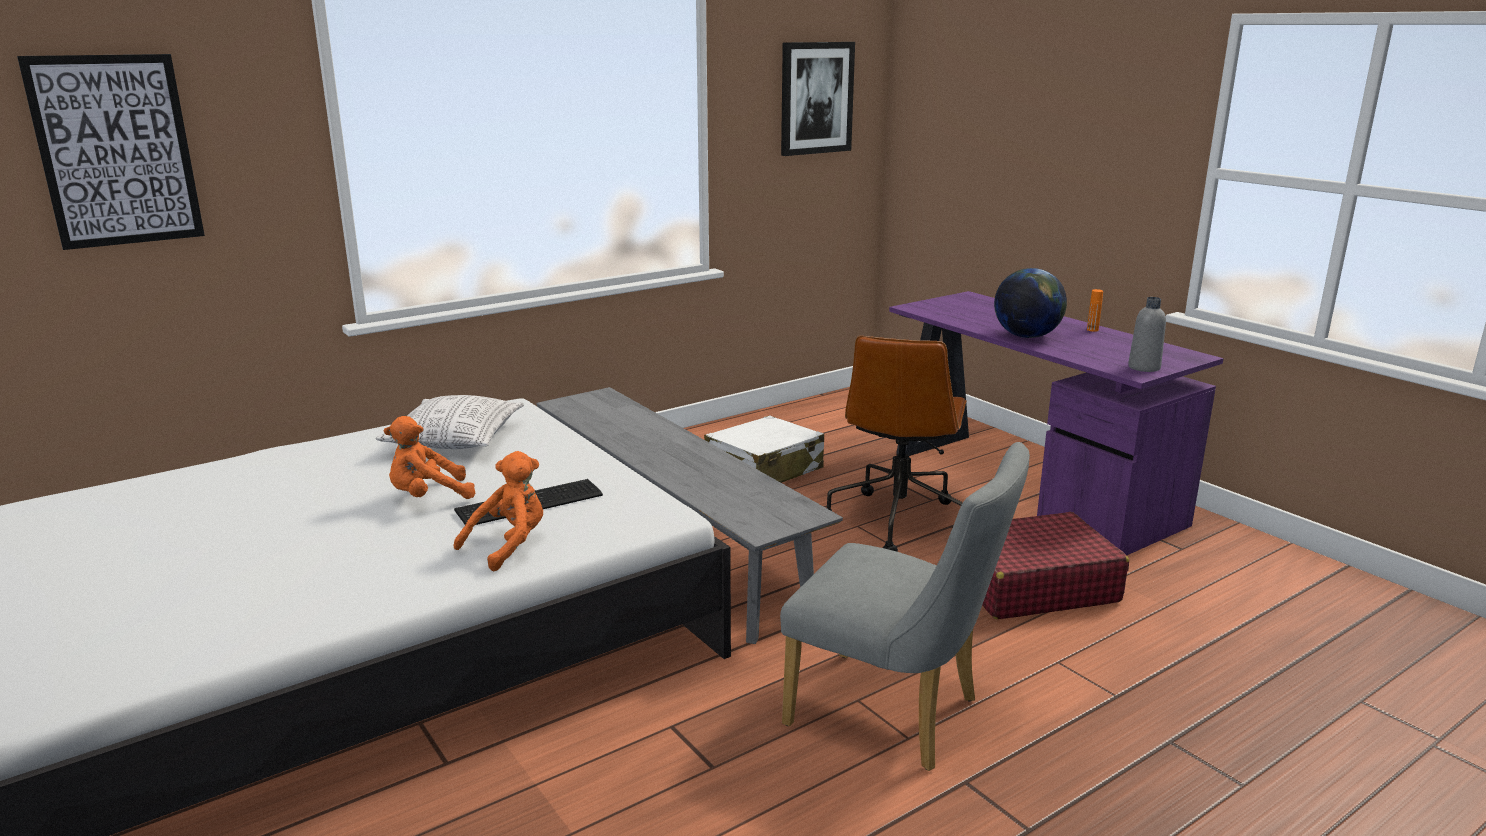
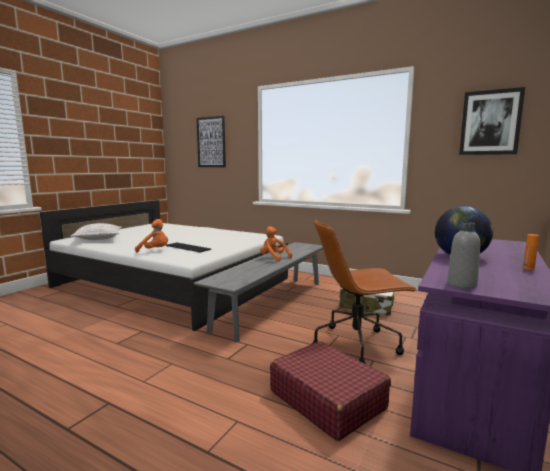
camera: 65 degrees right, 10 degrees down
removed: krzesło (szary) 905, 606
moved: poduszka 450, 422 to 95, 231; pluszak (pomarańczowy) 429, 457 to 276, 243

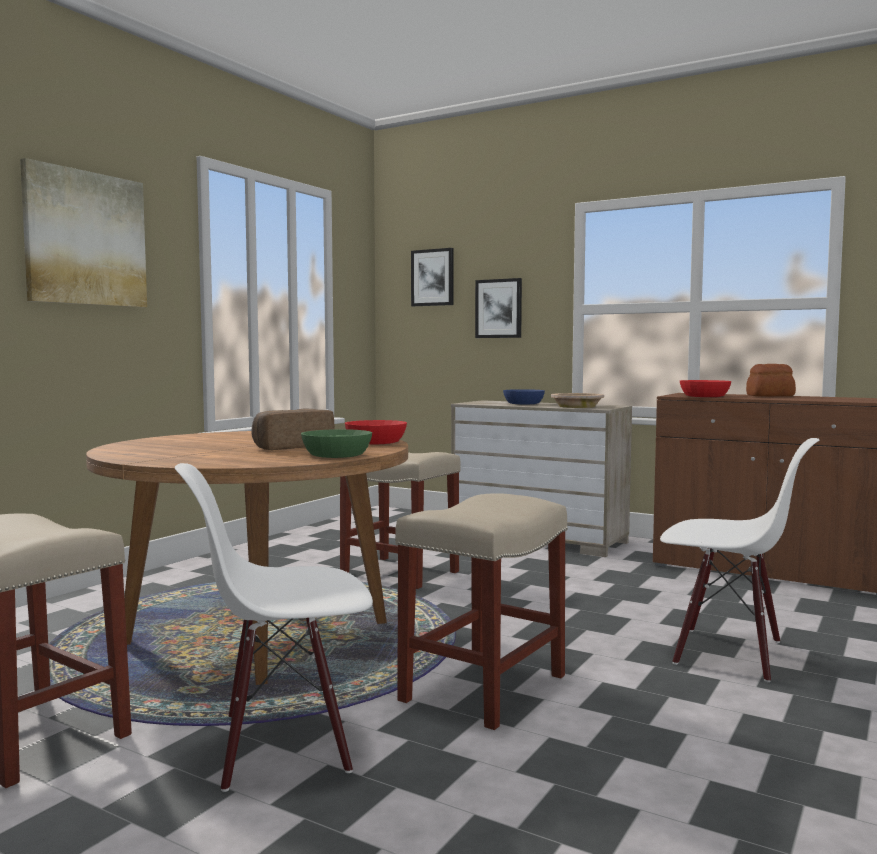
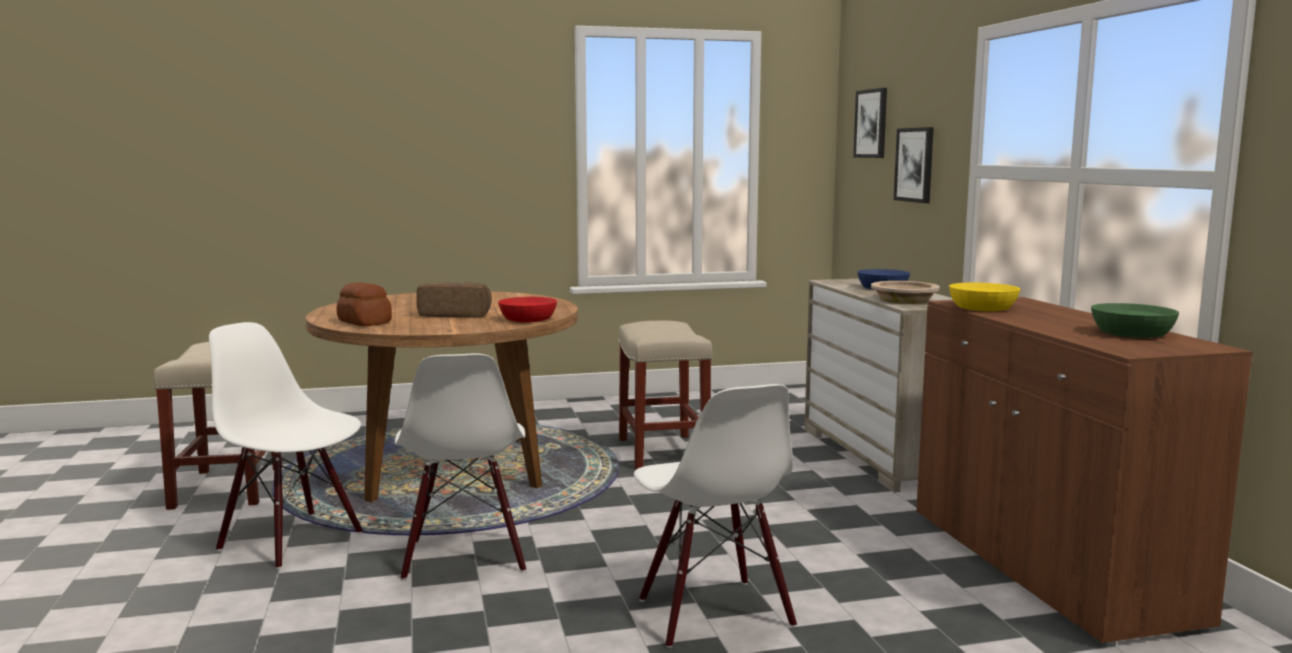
camera: 45 degrees right, 5 degrees up
removed: obraz 83, 232
moved: miska (zielony) 336, 443 to 1135, 320; chleb 771, 380 to 364, 304
replaced: stołek (beżowy) 481, 611 to krzesło (biały) 460, 467
recoloured: miska (czerwony) 705, 388 to miska (żółty) 984, 297

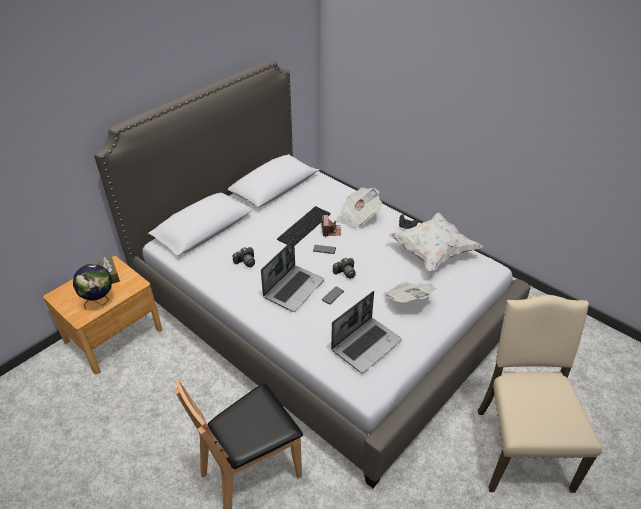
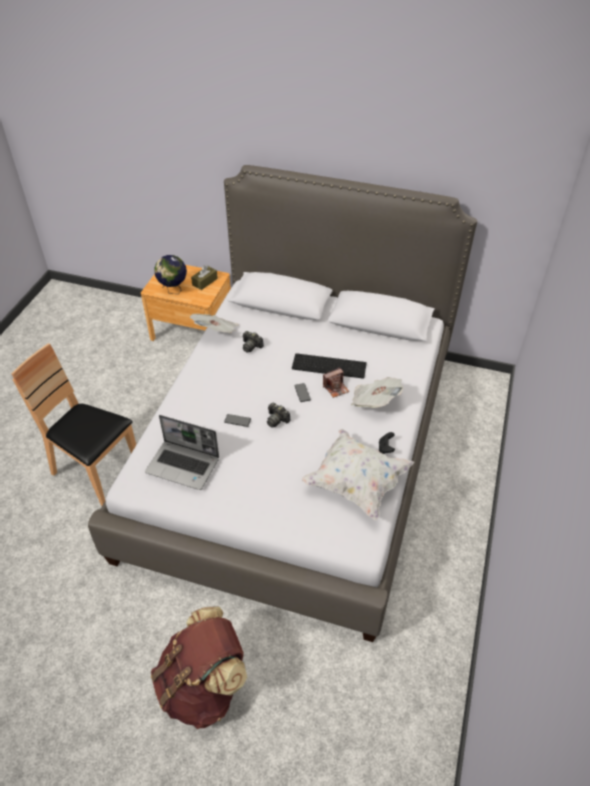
camera: 65 degrees right, 5 degrees up
removed: laptop 292, 275
moved: gazeta 410, 292 to 214, 323
replaced: krzesło (beżowy) 540, 394 to plecak (brązowy) 199, 667

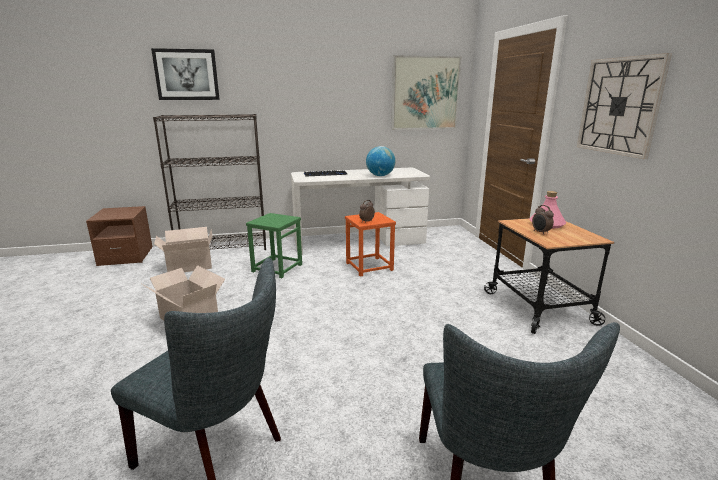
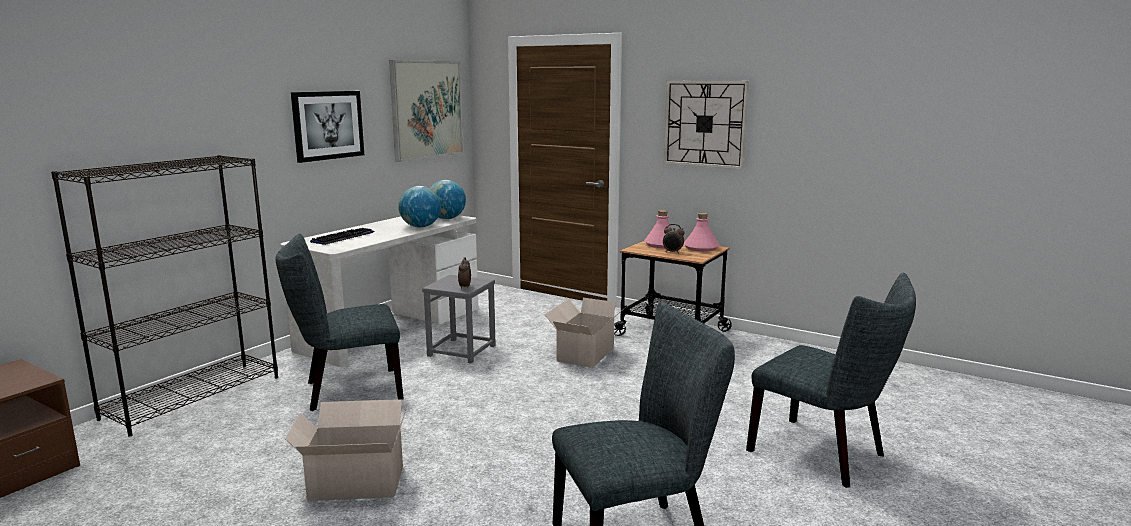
camera: 45 degrees left, 5 degrees down
added: globus 448, 199; butelka (różowy) 702, 232
moved: obraz 185, 74 to 327, 127; karton 183, 249 to 586, 333
replaced: stołek (zielony) 274, 245 to krzesło (szary) 339, 322
recoloured: stołek (pomarańczowy) 370, 244 to stołek (szary) 459, 319

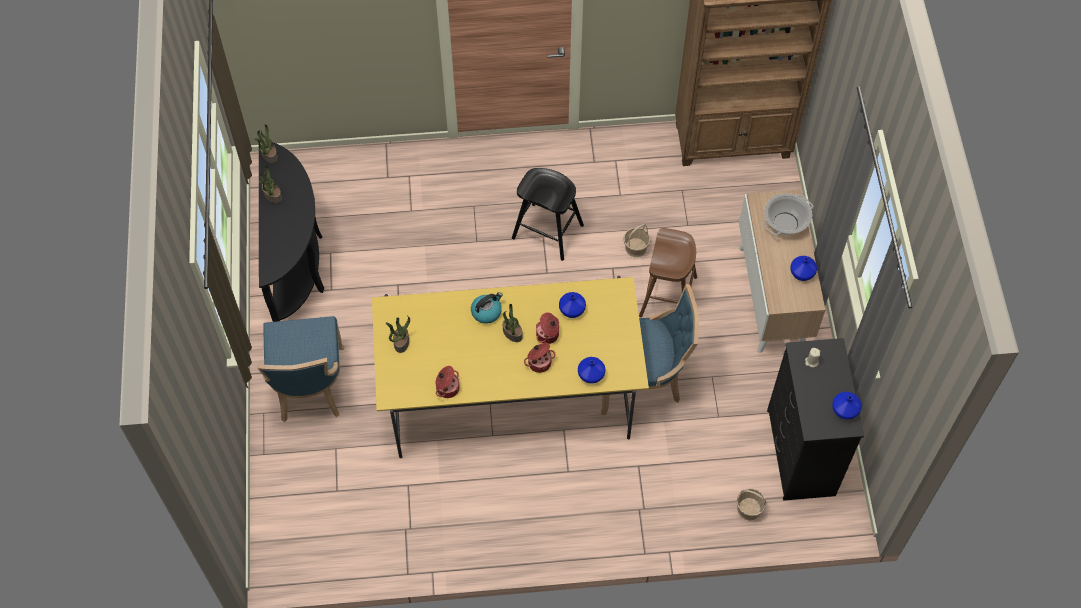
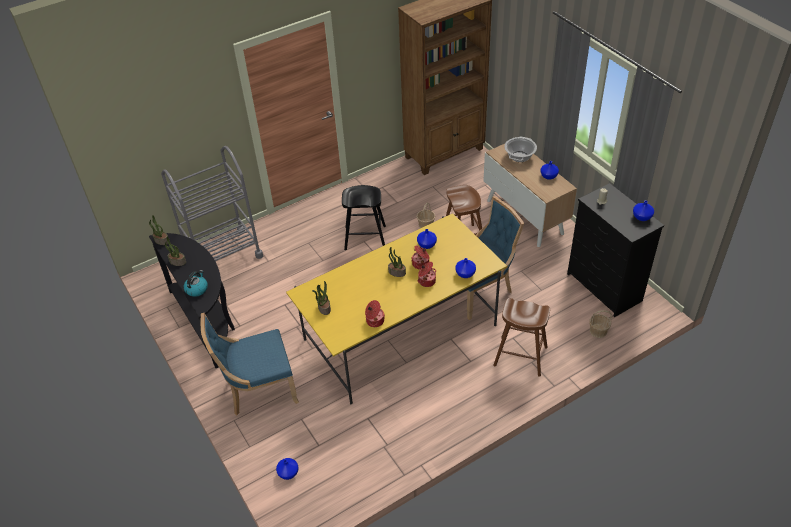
camera: 25 degrees left, 15 degrees down
added: wózek (szary) 212, 203; wazon (niebieski) 287, 469; stołek (brązowy) 521, 337
moved: czajnik 487, 308 to 196, 283
turned: krzesło (niebieski) 300, 369 = 250, 364 105 degrees clockwise

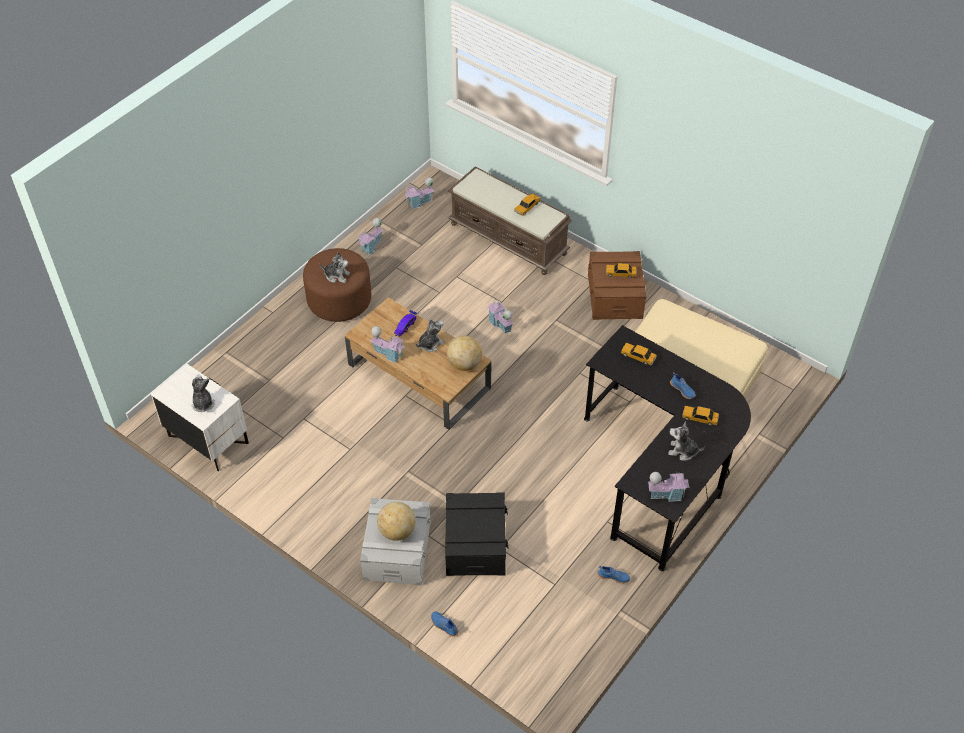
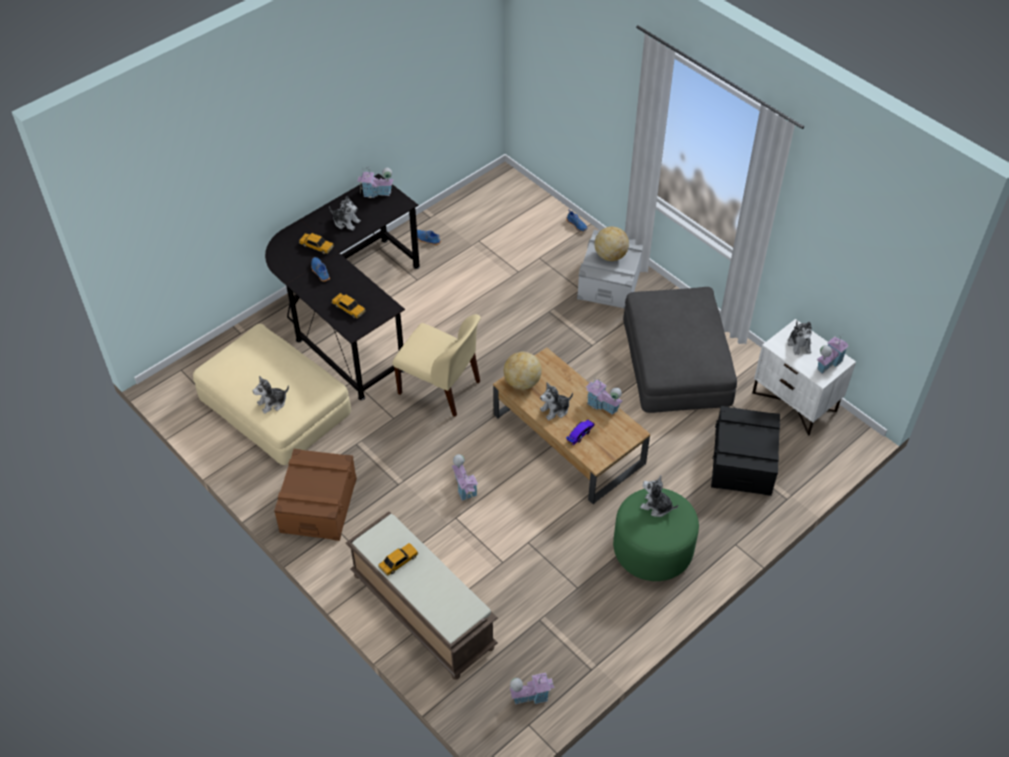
camera: 170 degrees left, 0 degrees up
removed: samochodzik 621, 270
added: pluszak 271, 395; krzesło (beżowy) 436, 365; pufa (szary) 680, 350
moved: domek 370, 236 to 832, 354; pojemnik do przechowywania (czarny) 476, 534 to 745, 451
recoloured: pufa (brązowy) 337, 285 to pufa (zielony) 656, 534

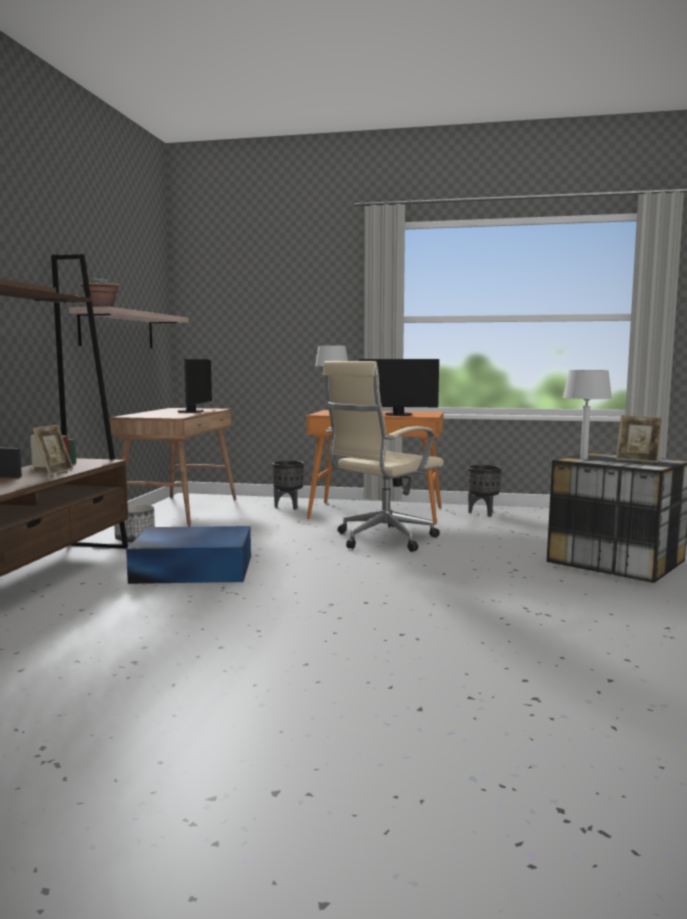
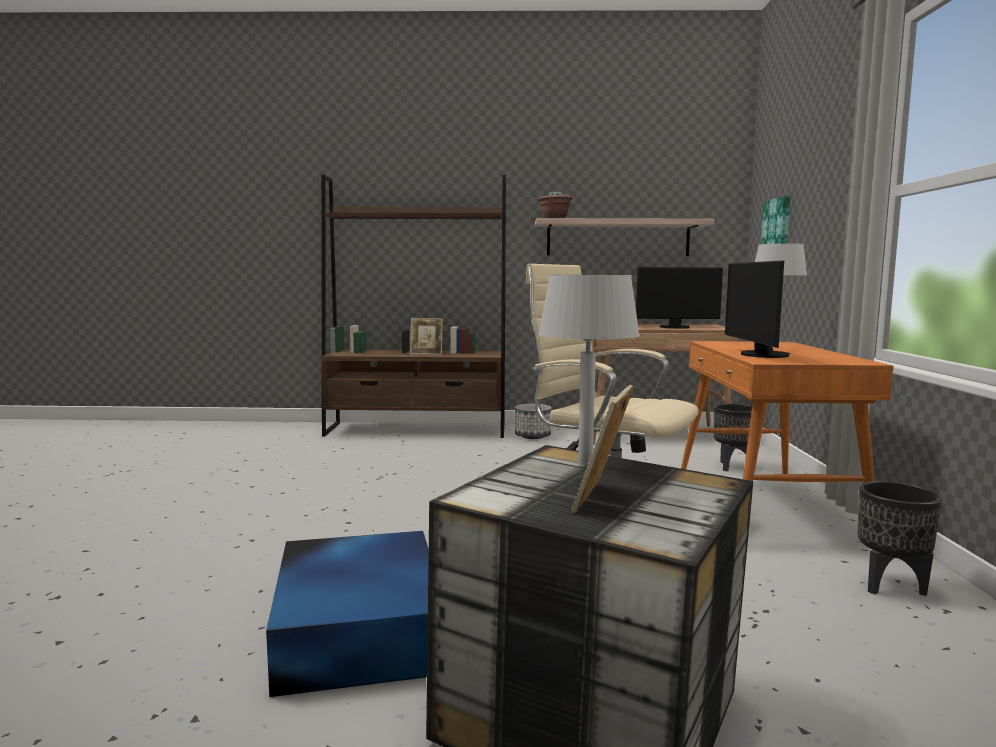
camera: 80 degrees right, 0 degrees up
added: obraz 776, 220
moved: pojemnik do przechowywania (niebieski) 188, 555 to 347, 614

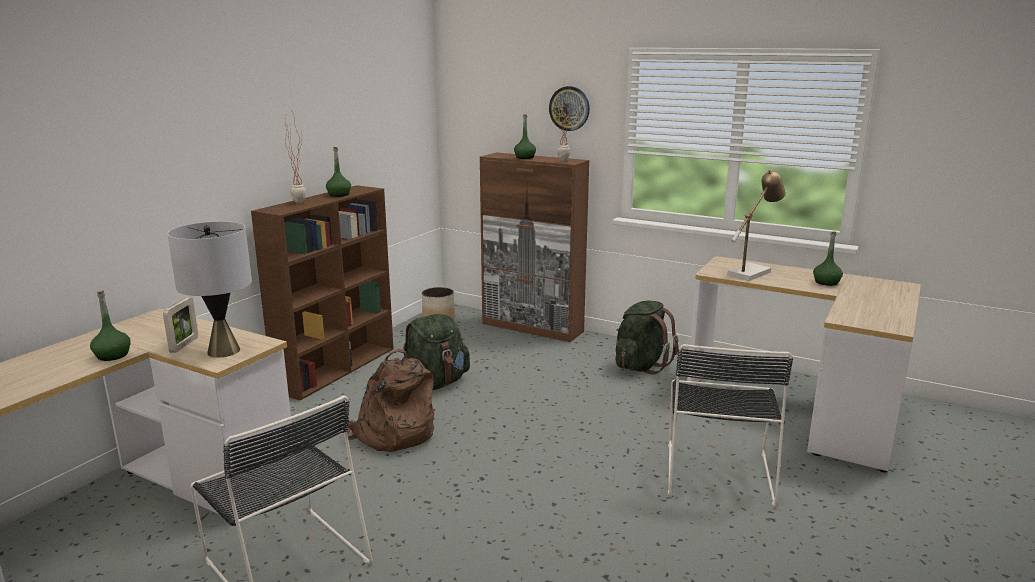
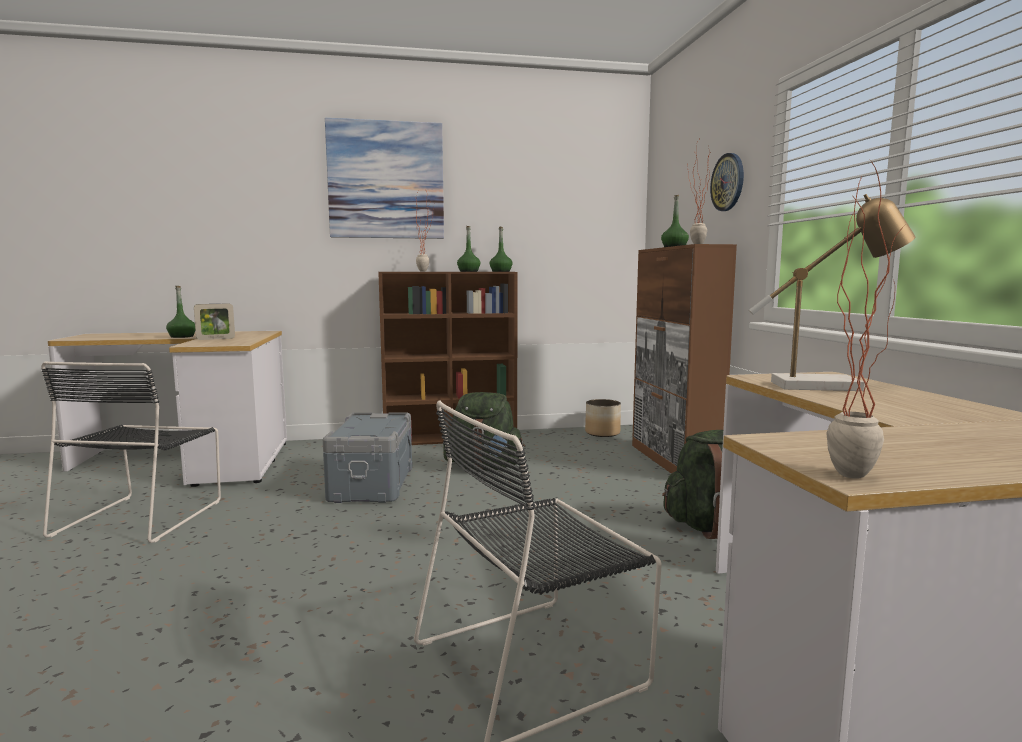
camera: 50 degrees right, 10 degrees down
removed: lampa stołowa (szary) 209, 289
added: obraz 384, 178; roślina doniczkowa 865, 319
moved: butelka (zielony) 828, 259 to 501, 249
replaced: plecak (brązowy) 390, 400 to pojemnik do przechowywania (szary) 368, 457

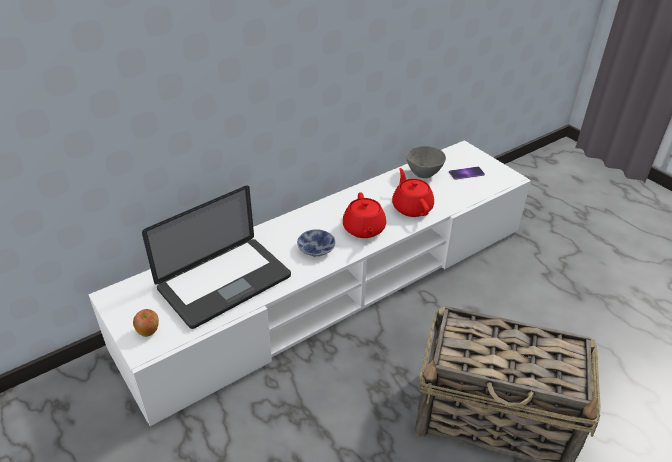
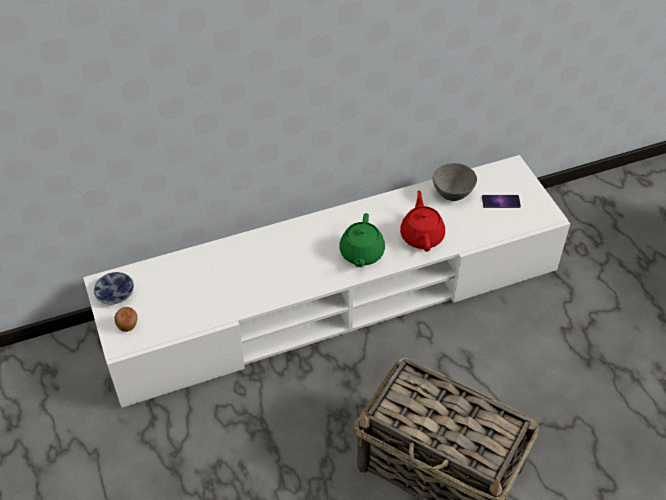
camera: 15 degrees right, 10 degrees up
removed: laptop 216, 257
moved: miska 316, 242 to 114, 288
recoloured: imbryk (czerwony) 364, 215 to imbryk (zielony) 362, 240

